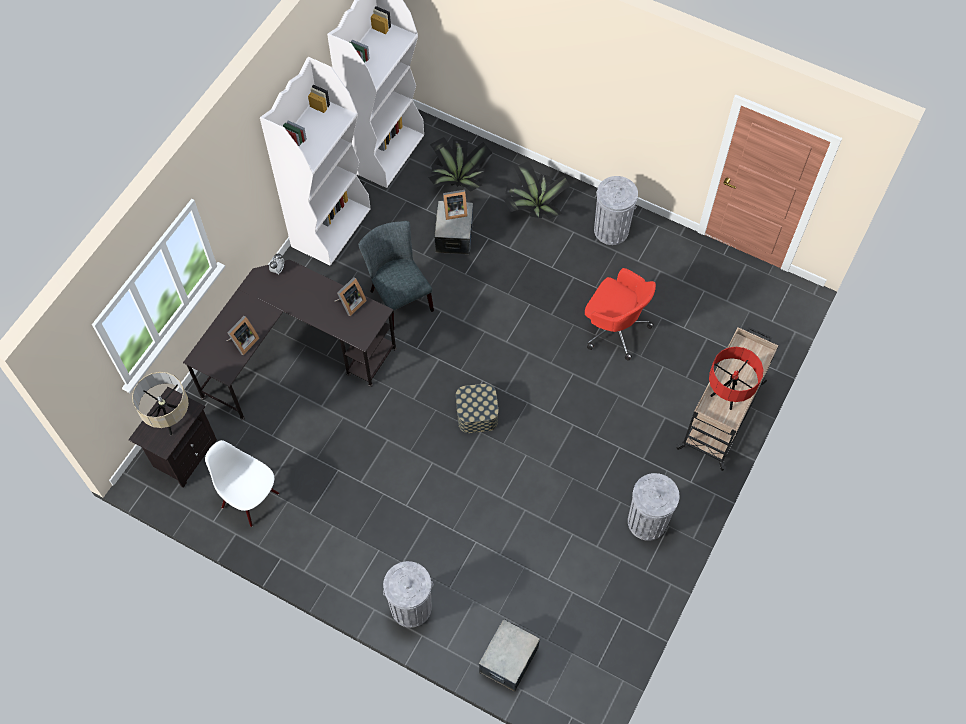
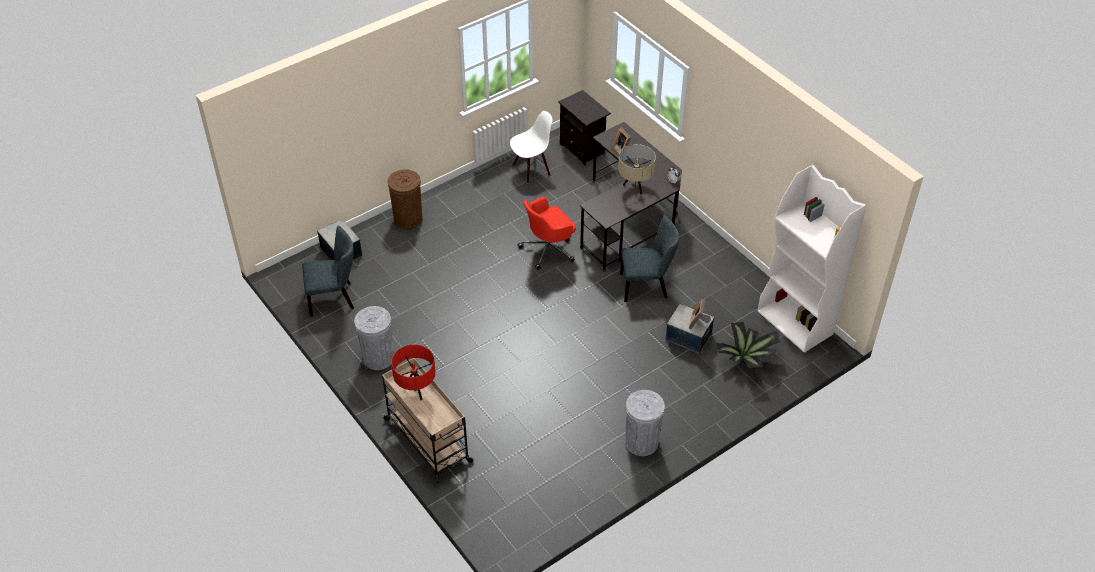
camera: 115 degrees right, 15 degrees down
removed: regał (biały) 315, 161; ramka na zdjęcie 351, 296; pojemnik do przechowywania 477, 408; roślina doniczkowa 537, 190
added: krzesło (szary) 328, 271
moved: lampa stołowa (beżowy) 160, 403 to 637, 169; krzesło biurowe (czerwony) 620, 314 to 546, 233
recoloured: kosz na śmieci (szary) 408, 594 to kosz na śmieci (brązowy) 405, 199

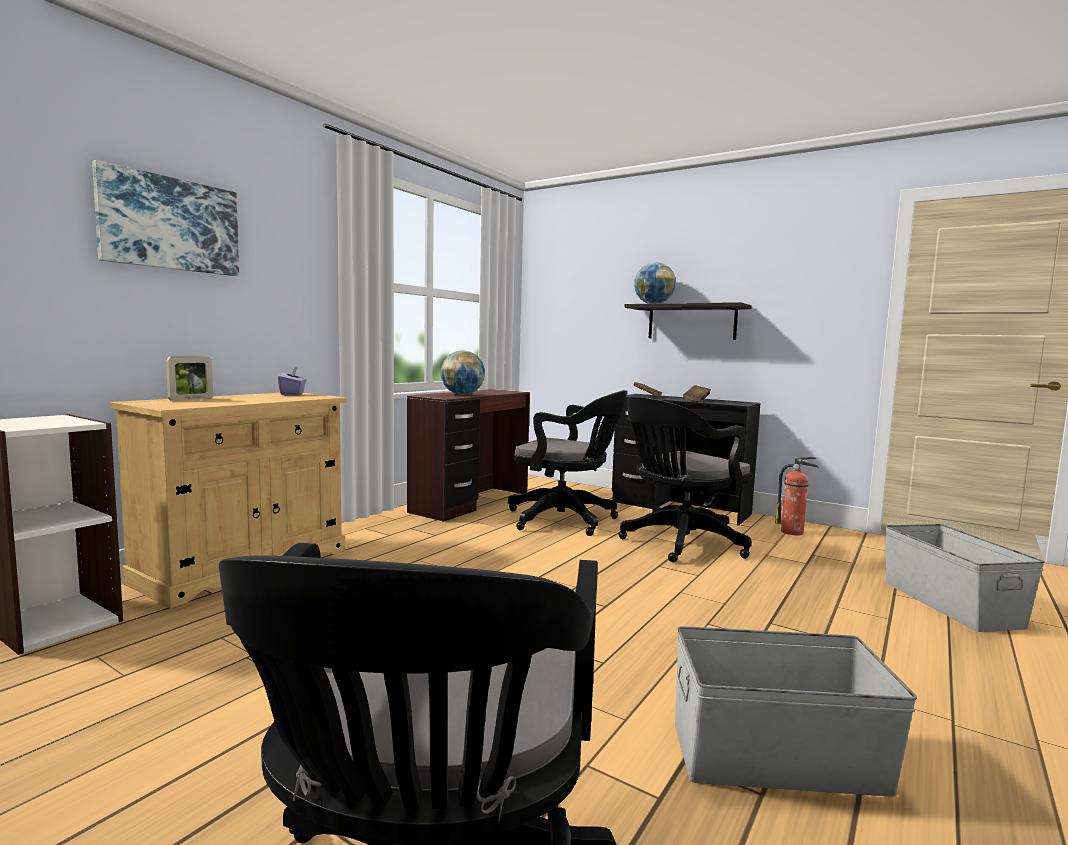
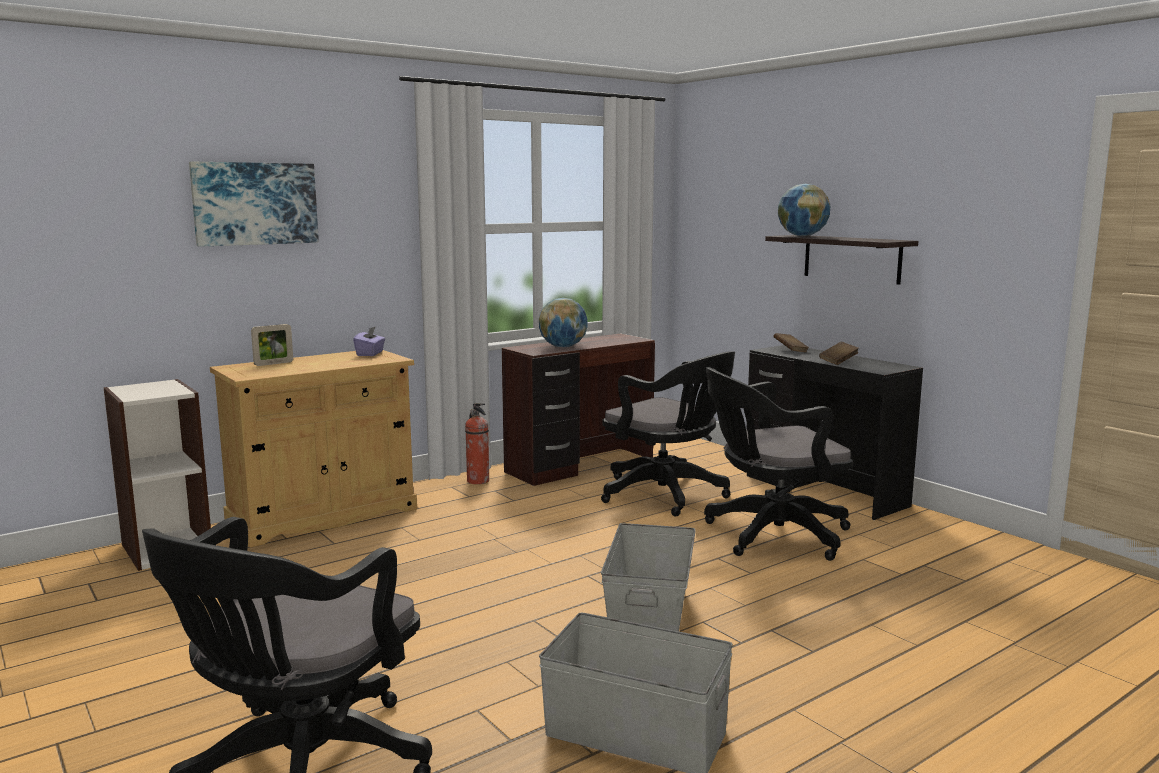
camera: 20 degrees right, 5 degrees up
moved: gaśnica 797, 496 to 477, 443; pojemnik do przechowywania (szary) 964, 578 to 648, 577

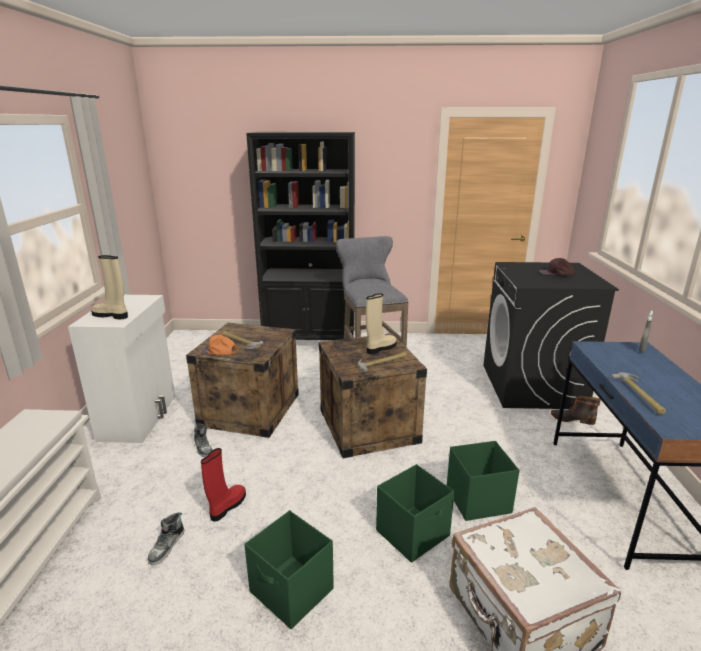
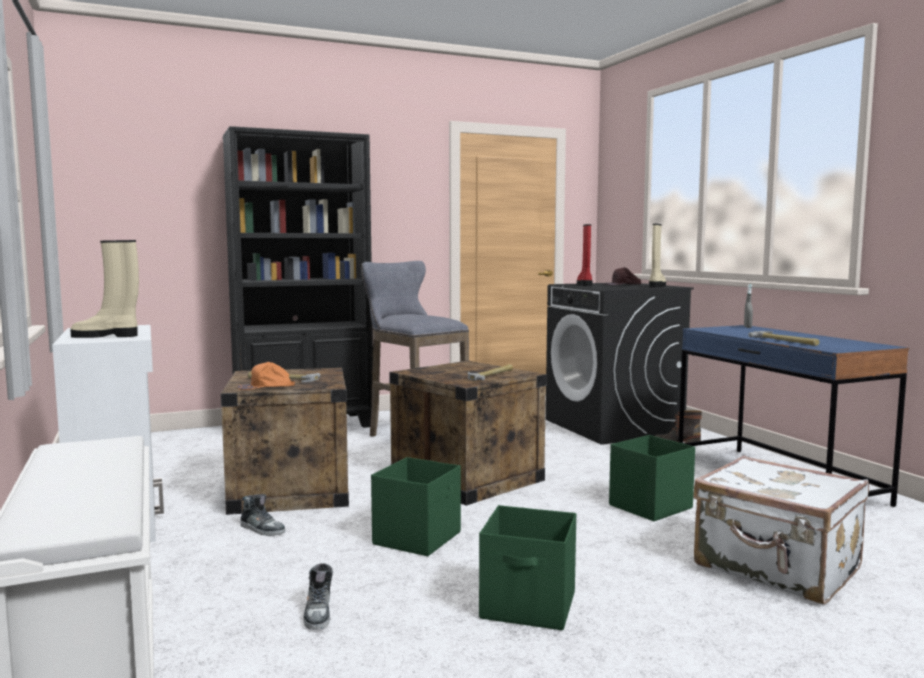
camera: 25 degrees left, 15 degrees down
moved: but z cholewką (czerwony) 223, 485 to 584, 255; but z cholewką (beżowy) 381, 323 to 657, 256; pojemnik do przechowywania (zielony) 415, 513 to 416, 506

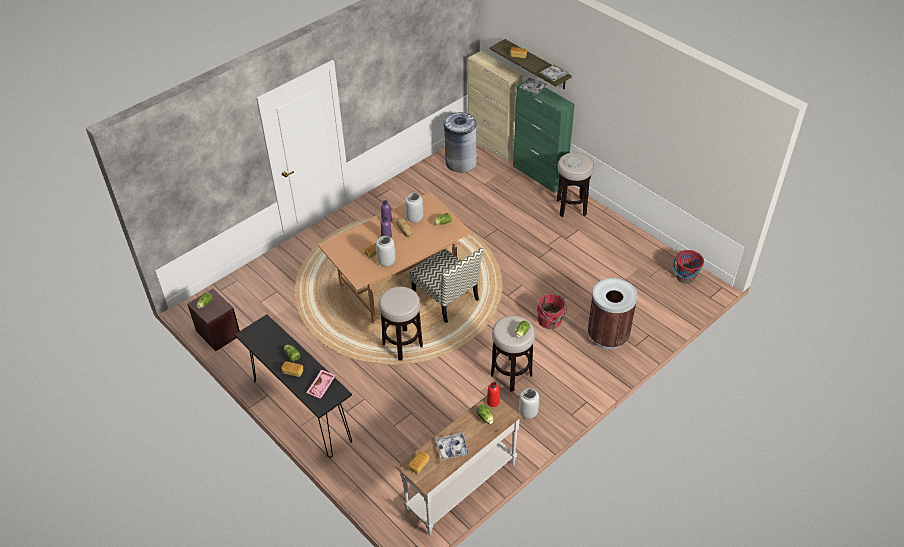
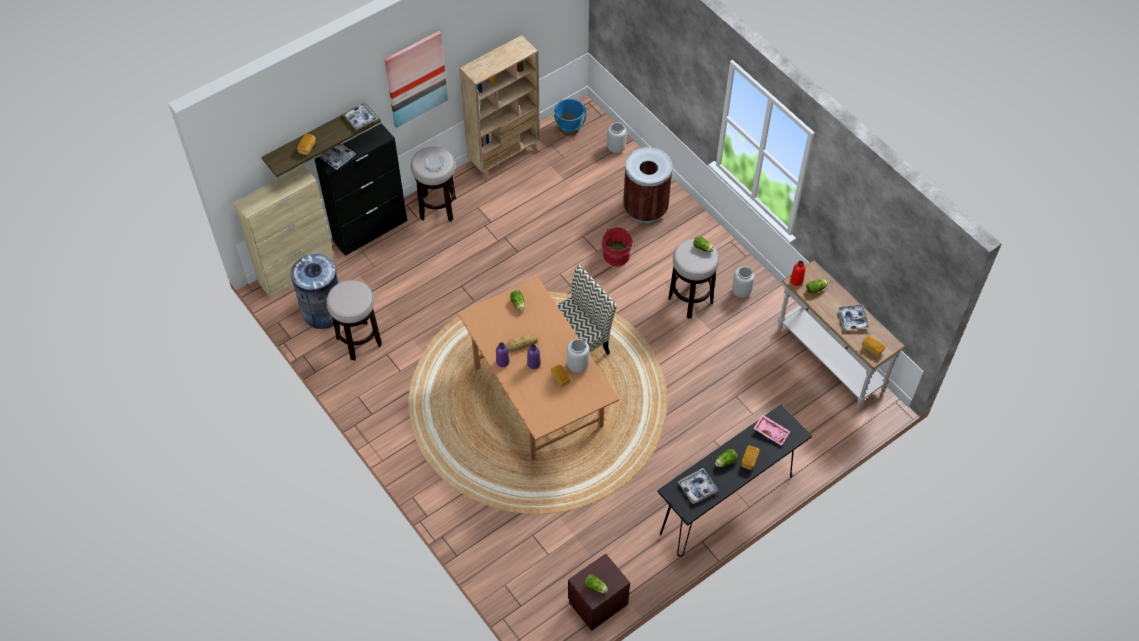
camera: 85 degrees left, 10 degrees up
added: obraz 416, 79; regał (beżowy) 499, 108; taca 698, 486
moved: stołek 401, 323 to 354, 320; wazon (szary) 414, 208 to 617, 137
recoloured: szafka (zielony) 544, 137 to szafka (czarny) 361, 189; wiadro (czerwony) 688, 267 to wiadro (niebieski) 570, 117

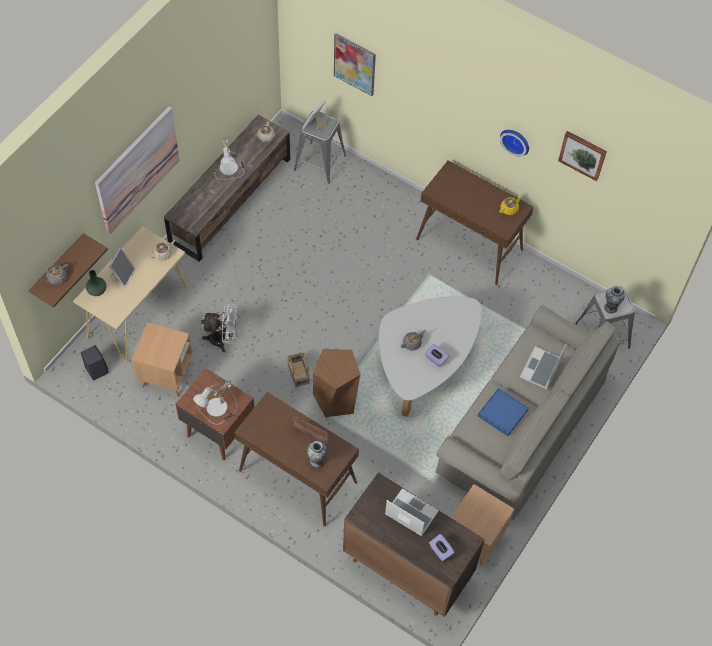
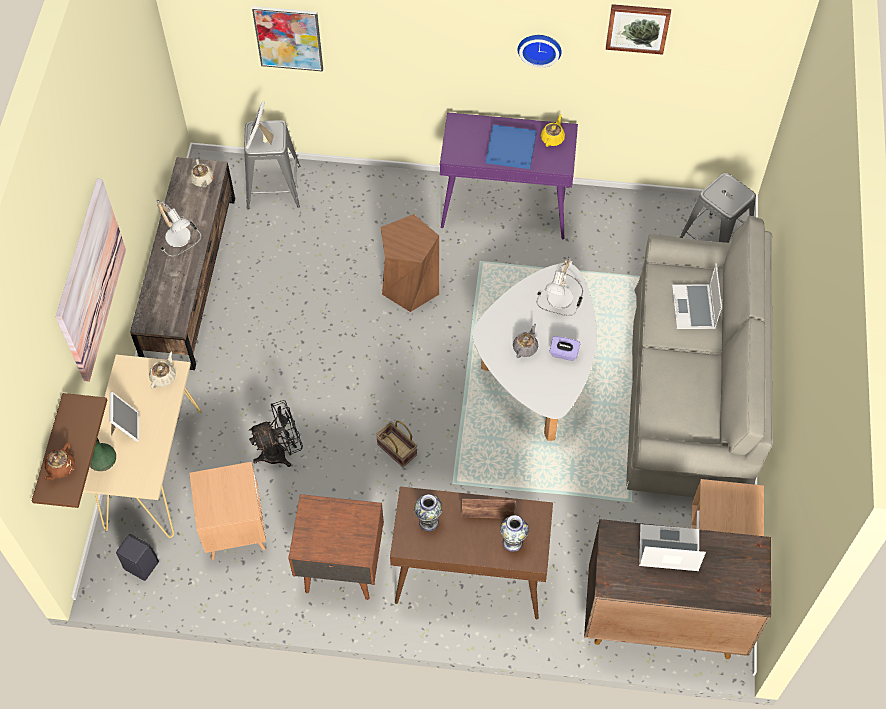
camera: 25 degrees left, 0 degrees up
removed: pudełko chusteczek (fioletowy) 442, 547
moved: lampa stołowa 215, 402 to 560, 286; stołek (brązowy) 337, 383 to 410, 263; taca (niebieski) 503, 412 to 511, 147; wazon 614, 299 to 428, 512
recoloured: imbryk (szary) 55, 274 to imbryk (brązowy) 59, 461; wentylator (biały) 219, 327 to wentylator (czarny) 276, 433; stolik konsolowy (brązowy) 475, 222 to stolik konsolowy (fioletowy) 509, 176

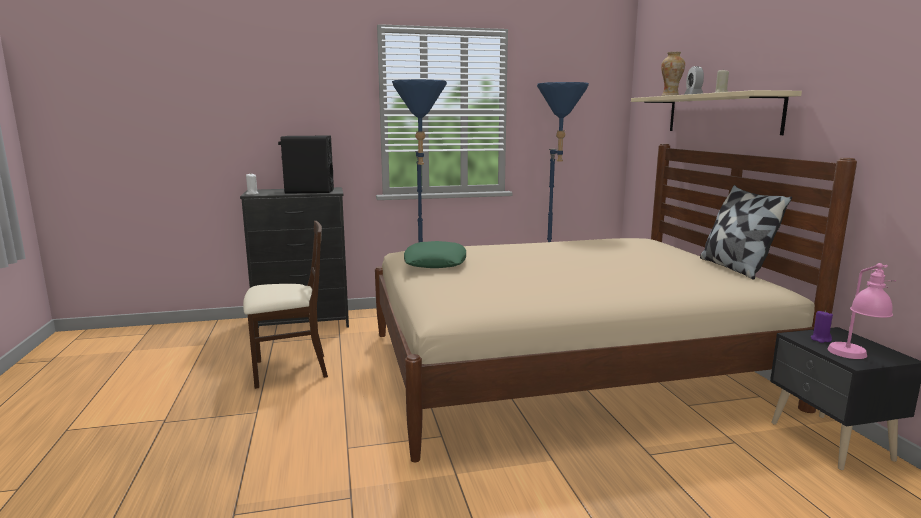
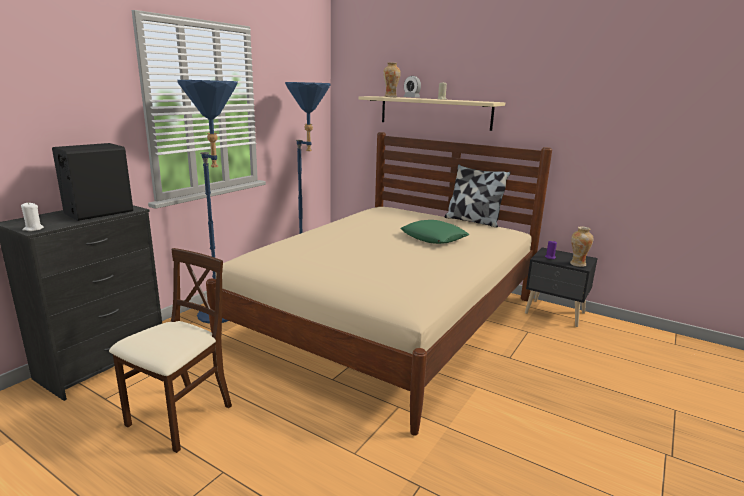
camera: 45 degrees left, 5 degrees up
moved: poduszka (zielony) 435, 254 to 434, 232
replaced: lampa stołowa (różowy) 861, 311 to wazon 581, 246

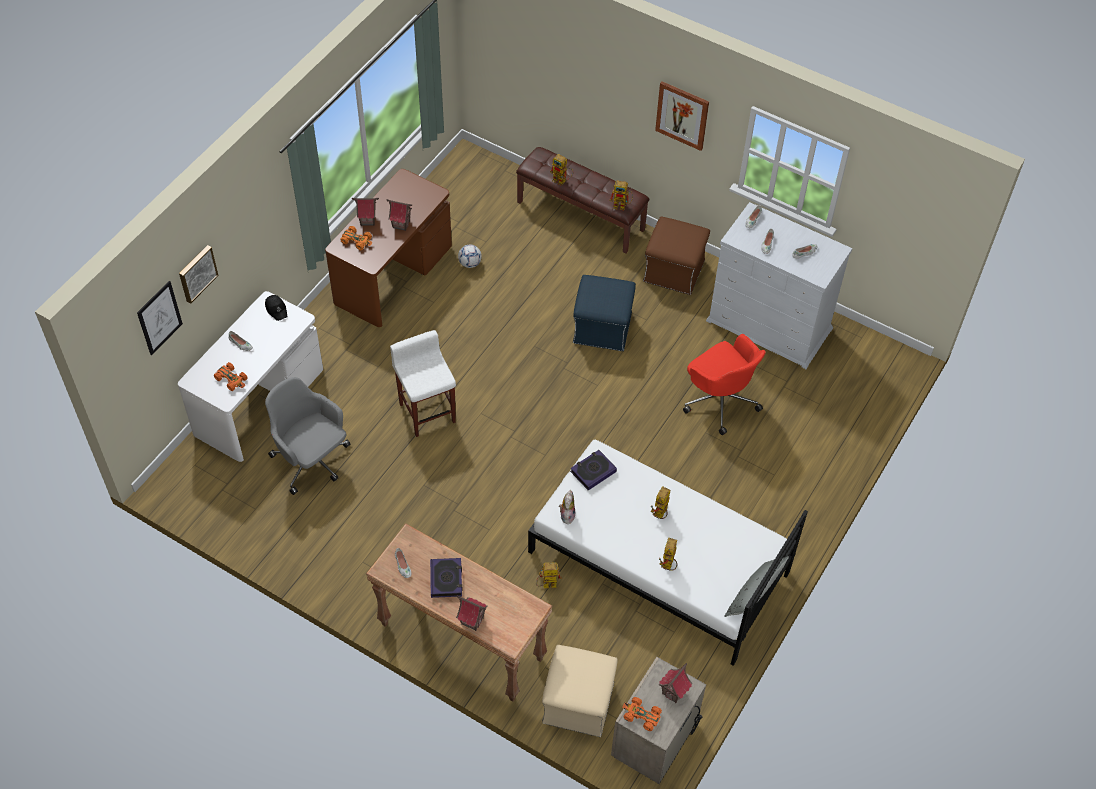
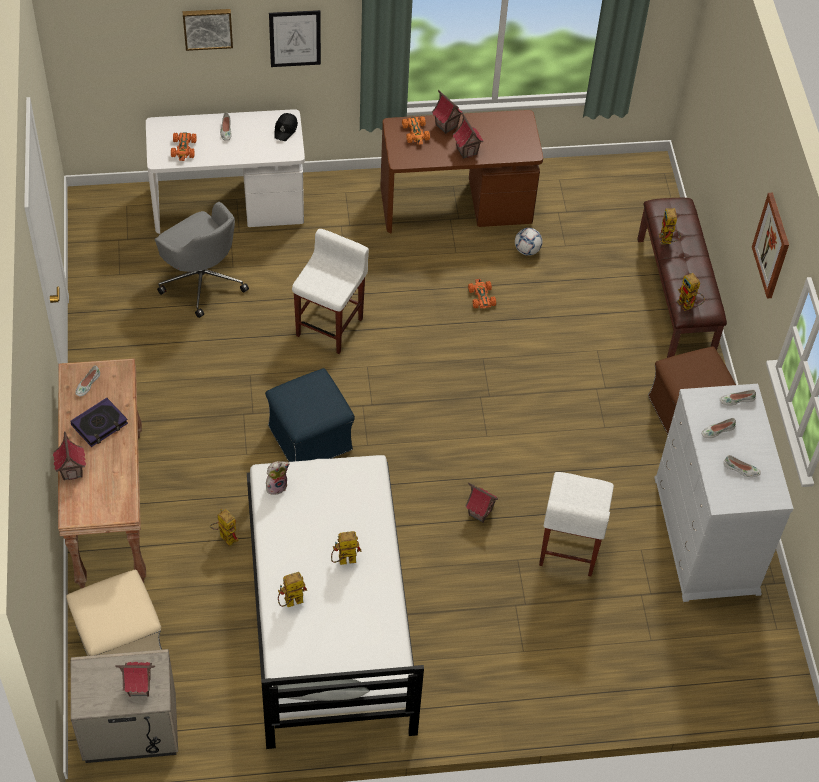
camera: 50 degrees right, 0 degrees up
removed: książka 593, 470
added: domek 481, 503
moved: obraz 160, 318 to 295, 38; pufa (niebieski) 604, 313 to 310, 415; samochodzik (pomarańczowy) 642, 714 to 482, 294
replaced: krzesło biurowe (czerwony) 724, 384 to stołek (biały) 576, 524
turned: krzesło biurowe (szary) 307, 436 = 202, 260 135 degrees clockwise

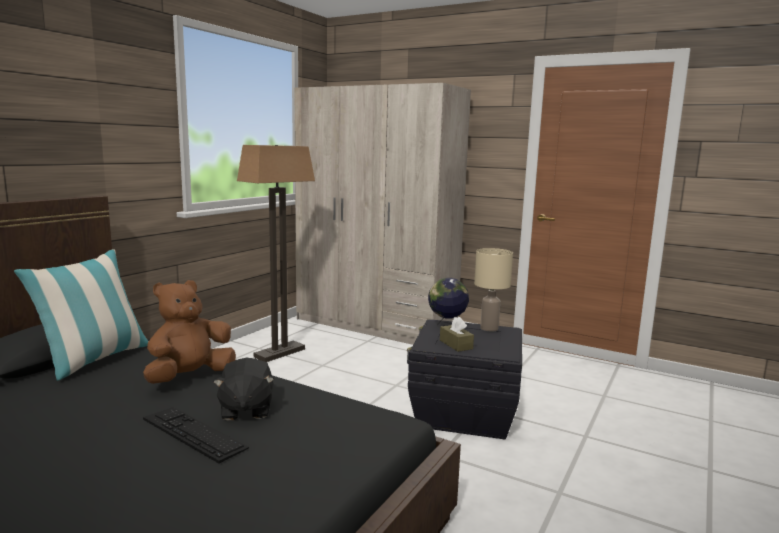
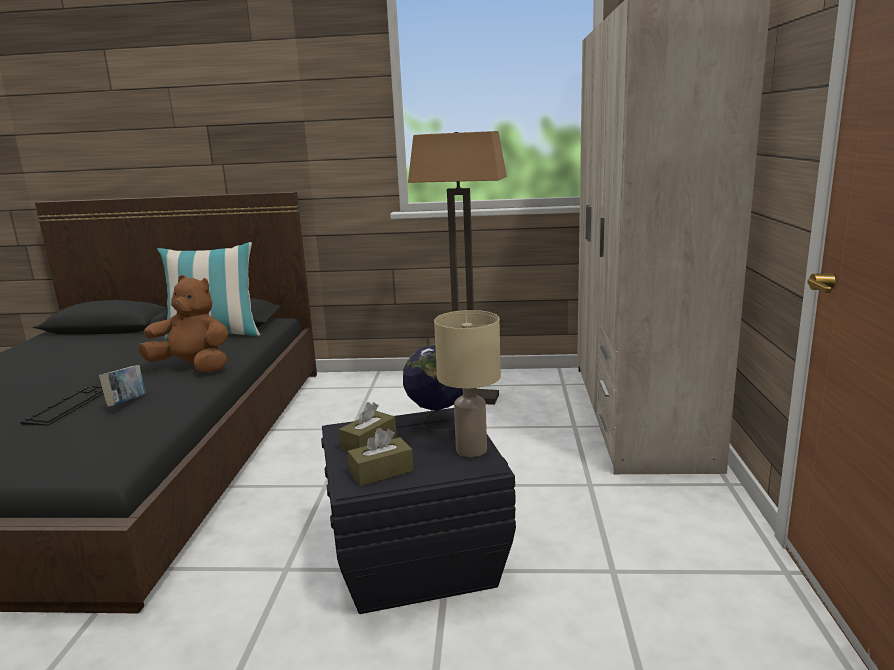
camera: 65 degrees right, 5 degrees up
added: pudełko chusteczek (brązowy) 380, 457
replaced: pluszak (czarny) 243, 389 to książka 122, 386

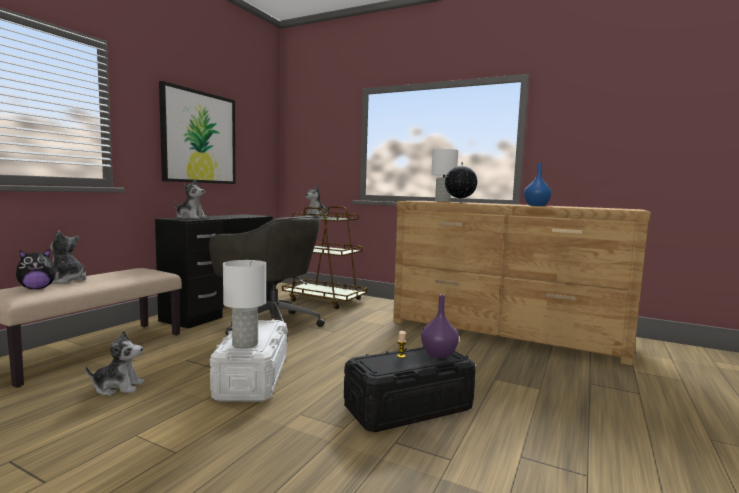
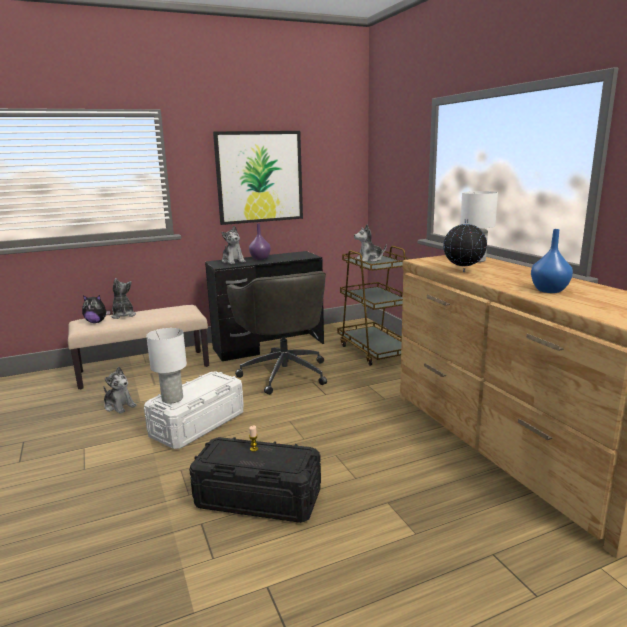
camera: 40 degrees right, 10 degrees up
moved: wazon (fioletowy) 440, 326 to 260, 241

